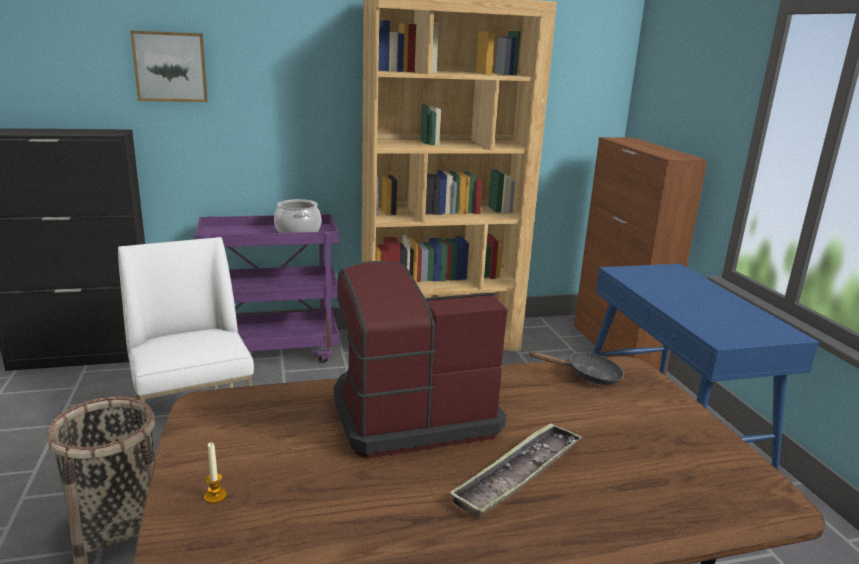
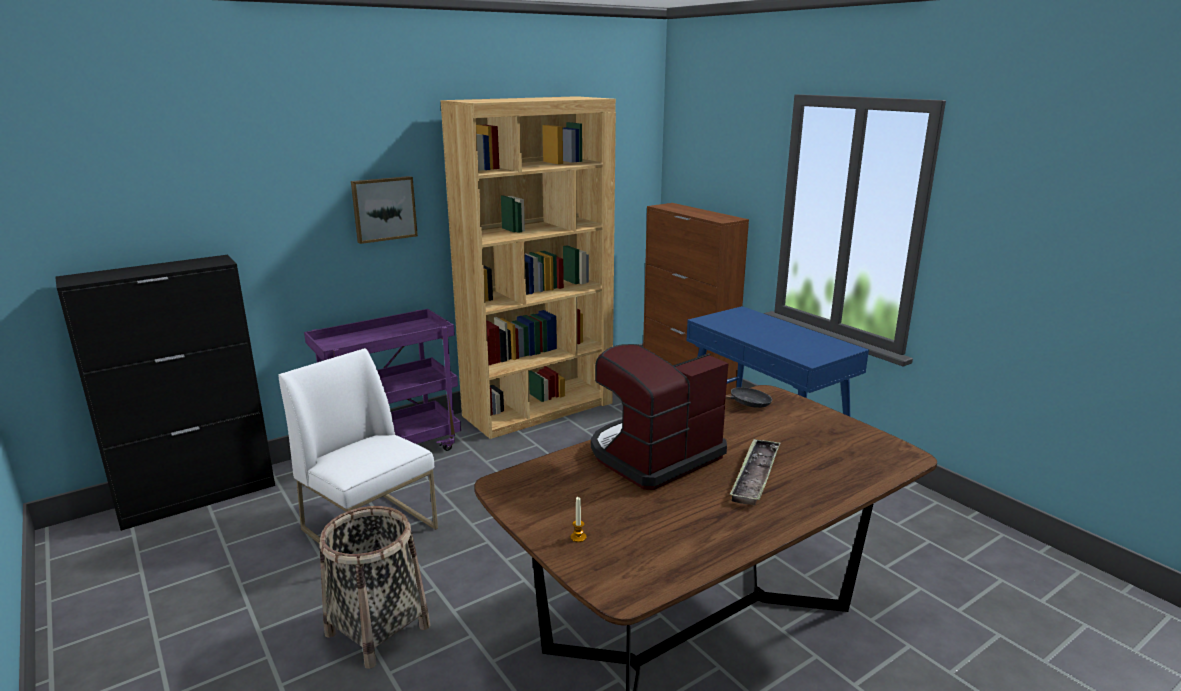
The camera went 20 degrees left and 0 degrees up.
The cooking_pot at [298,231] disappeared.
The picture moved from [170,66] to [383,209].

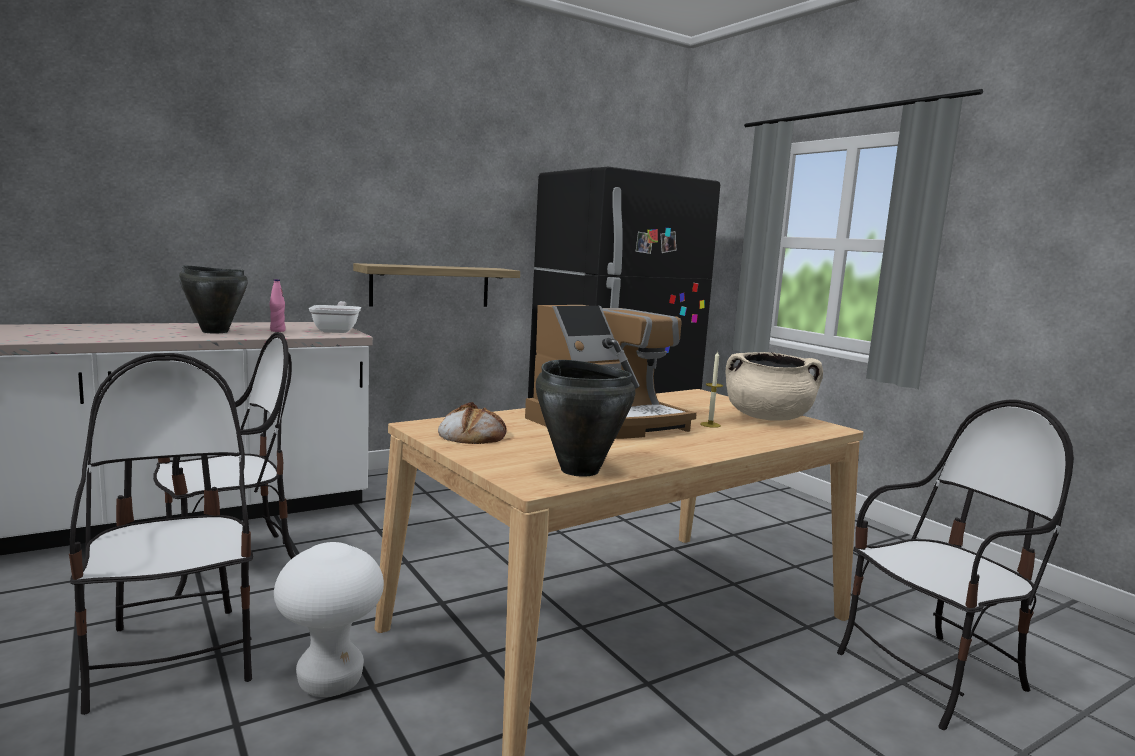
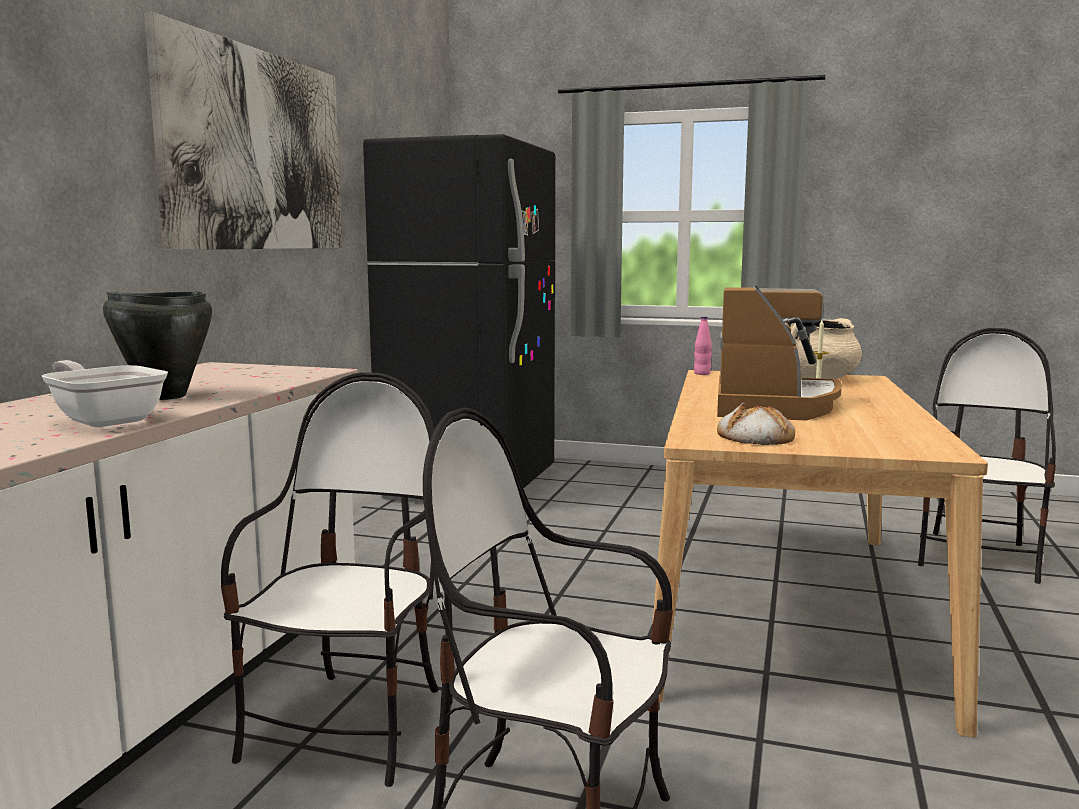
The camera went 40 degrees left and 0 degrees up.
The white_stool at [330,682] disappeared.
The shelf at [430,286] disappeared.
The black_cooking_pot at [579,470] disappeared.
The picture at [256,151] appeared.
The pink_bottle moved from [277,331] to [702,374].
The frying_pan moved from [337,330] to [105,420].

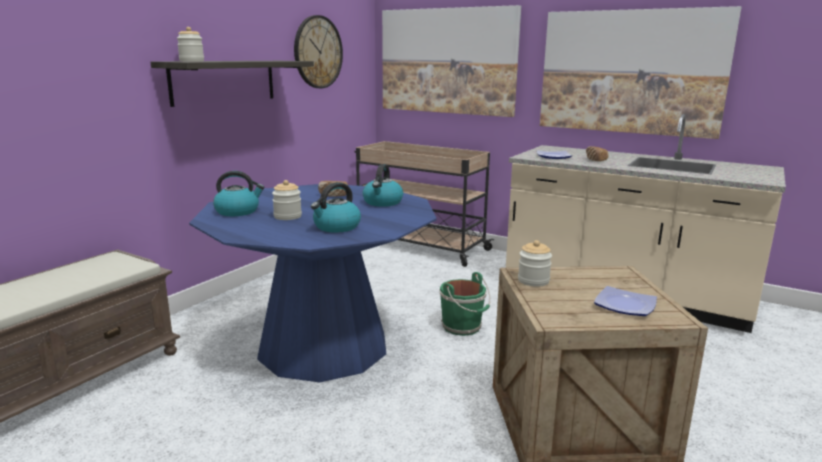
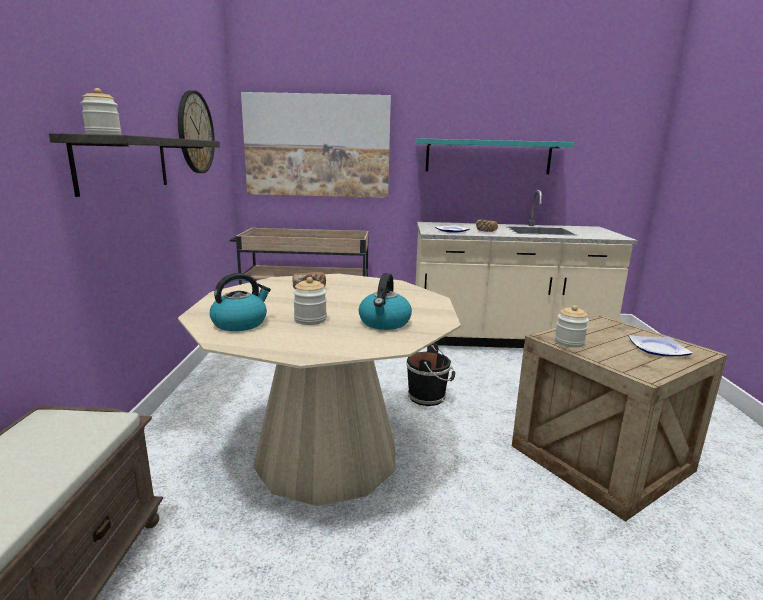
The camera went 30 degrees left and 0 degrees up.
The kettle at [382,202] disappeared.
The picture at [631,72] was replaced by the turquoise_shelf at [488,157].
The blue_dining_table at [323,346] became the beige_dining_table at [326,454].
The green_bucket at [463,327] became the black_bucket at [428,397].

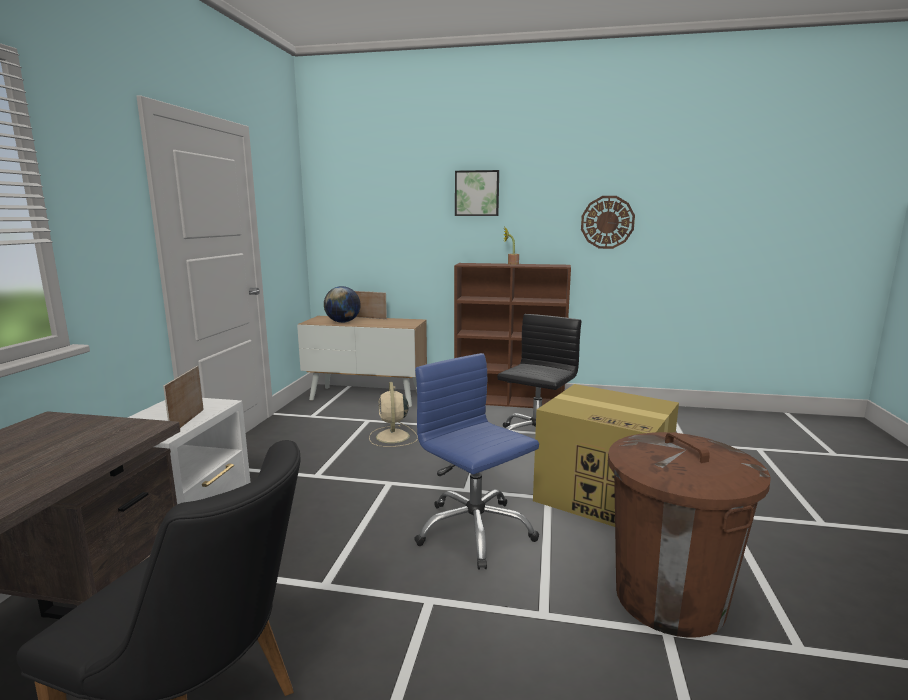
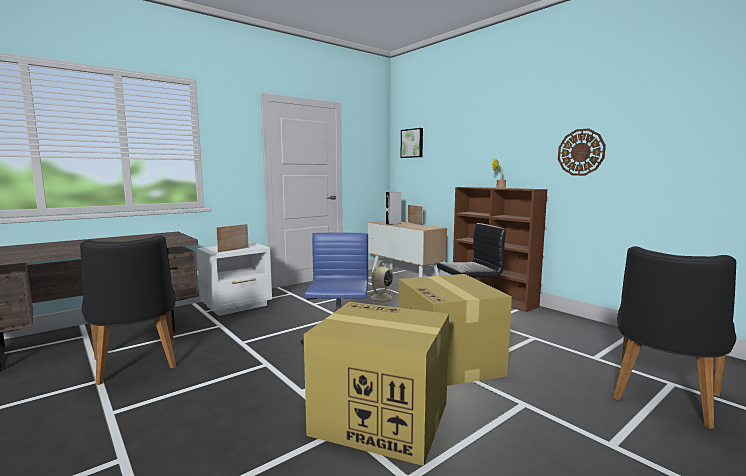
The camera went 40 degrees right and 5 degrees down.
The black_chair at [662,400] appeared.
The picture moved from [477,193] to [412,143].
The globe at [343,322] was replaced by the grey_speaker at [393,224].
The brown_trash_can at [669,598] was replaced by the cardboard_box at [379,418].

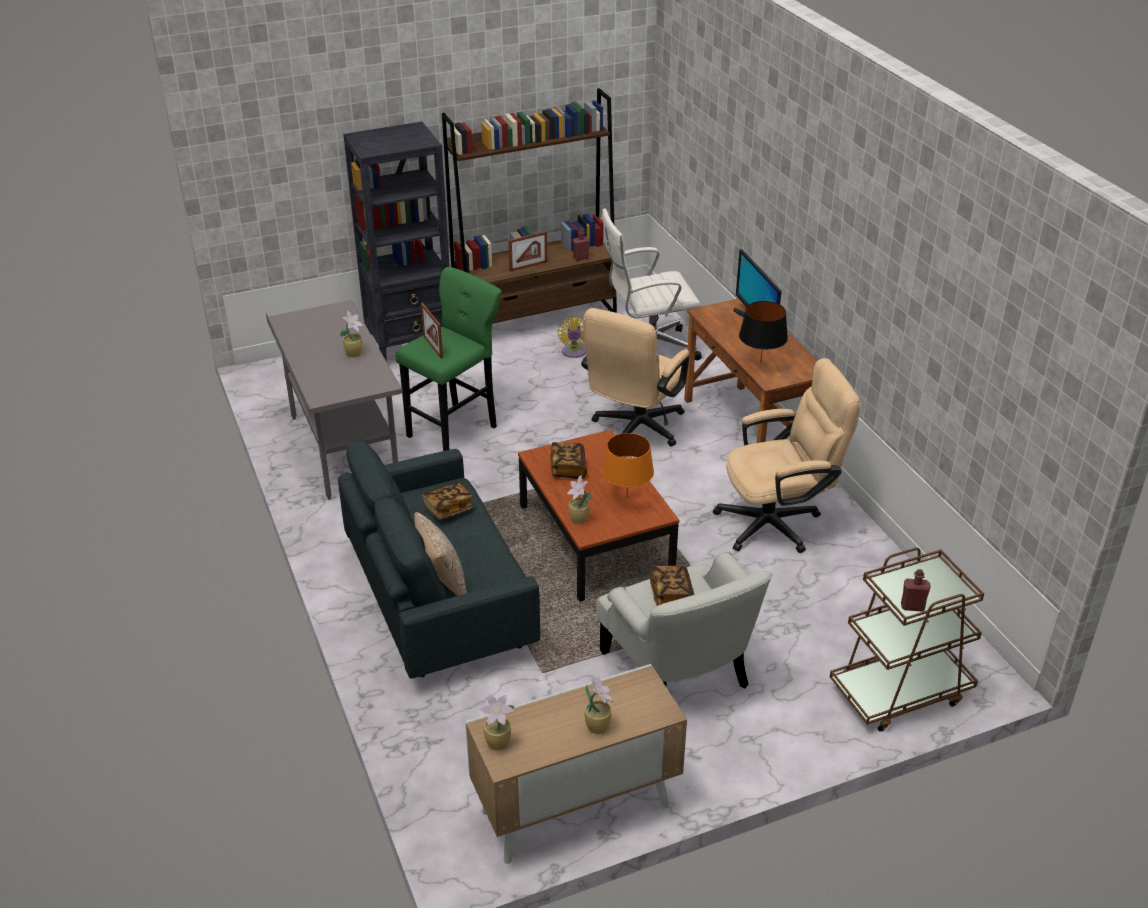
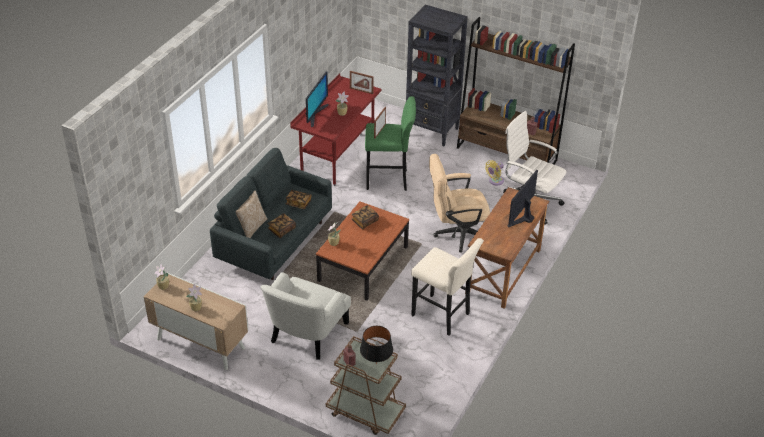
The camera went 50 degrees right and 5 degrees up.
The orange_table_lamp at [626,498] disappeared.
The monitor at [315,114] appeared.
The picture_frame moved from [528,266] to [361,91].
The book moved from [671,595] to [282,230].
The black_table_lamp moved from [760,363] to [376,363].
The beige_office_chair at [778,522] was replaced by the beige_stool at [443,316].
The grey_desk at [343,449] became the red_desk at [337,157].

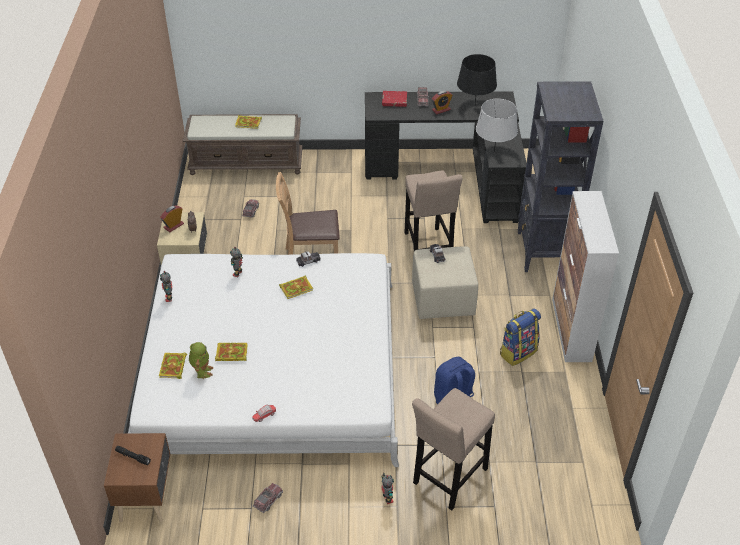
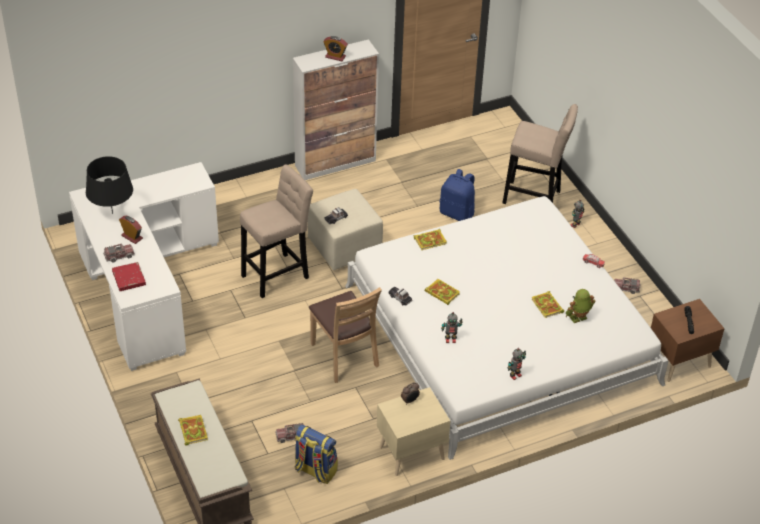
The camera went 115 degrees left and 0 degrees up.
The grey_table_lamp at [494,152] disappeared.
The black_bookcase at [543,252] disappeared.
The book moved from [173,367] to [430,240].
The alarm_clock moved from [173,226] to [335,57].
The backpack moved from [518,352] to [315,470].
The black_desk at [452,174] became the white_desk at [143,286].

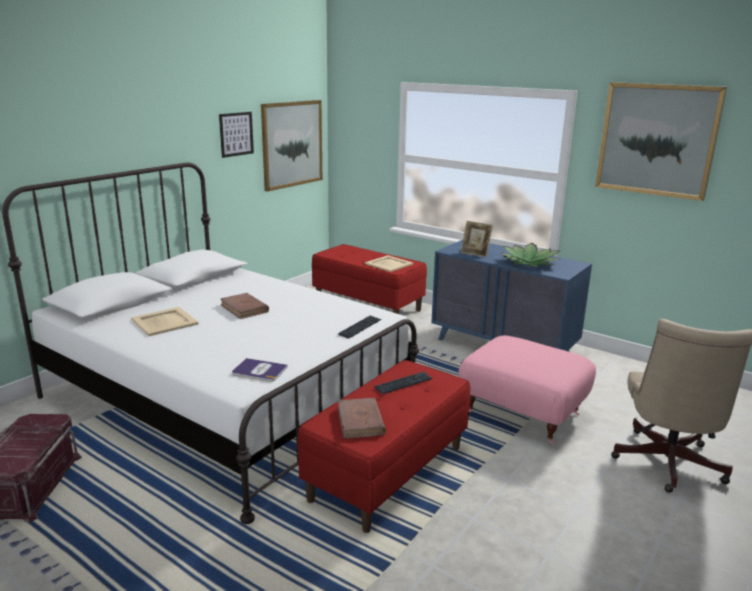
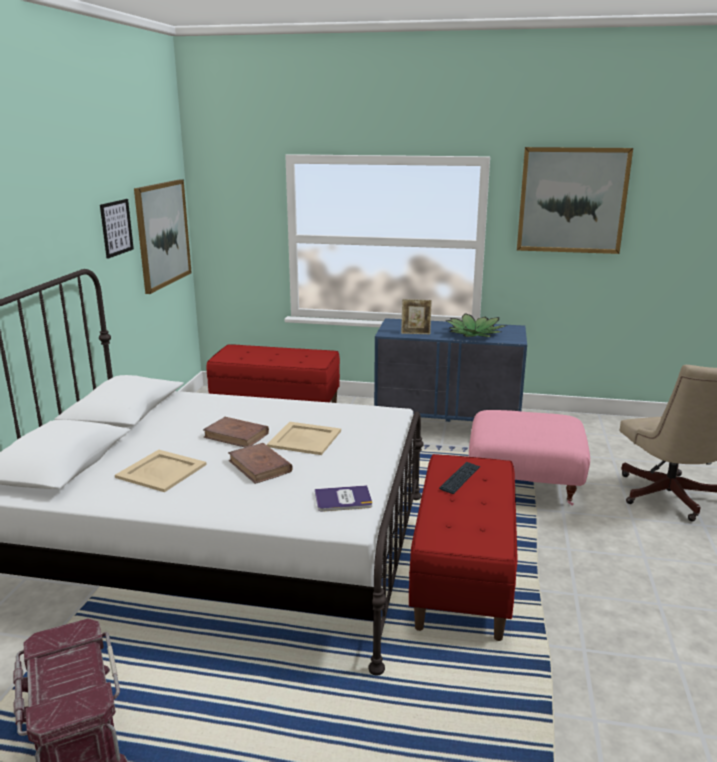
The camera went 25 degrees left and 0 degrees up.
The keyboard at [360,327] disappeared.
The brown_book moved from [360,421] to [260,466].
The beige_tray moved from [389,264] to [305,438].

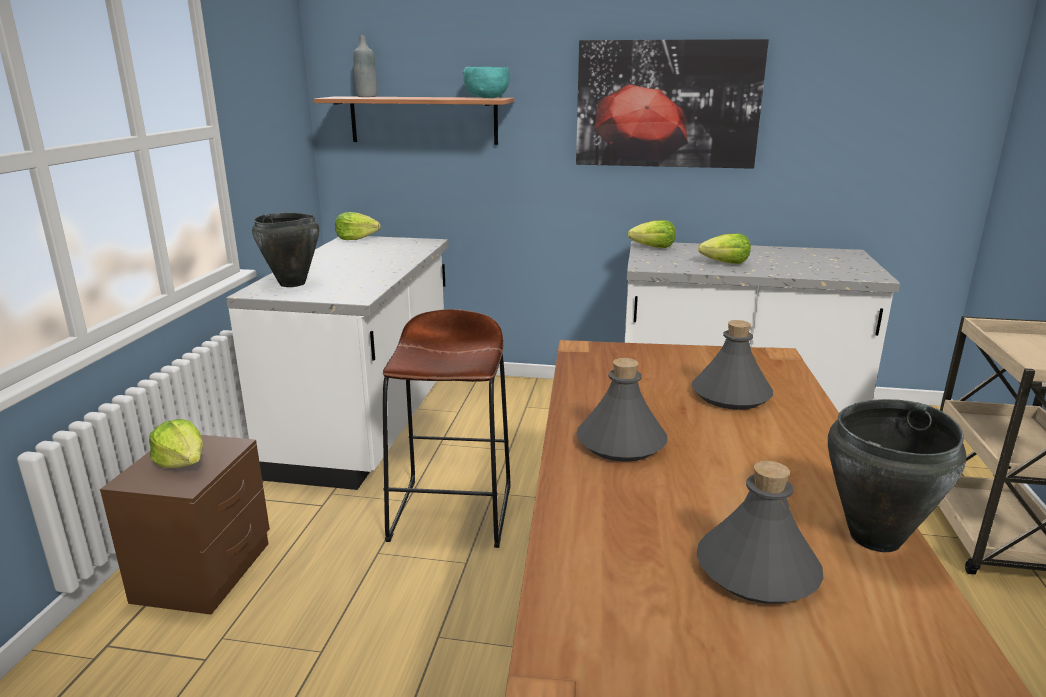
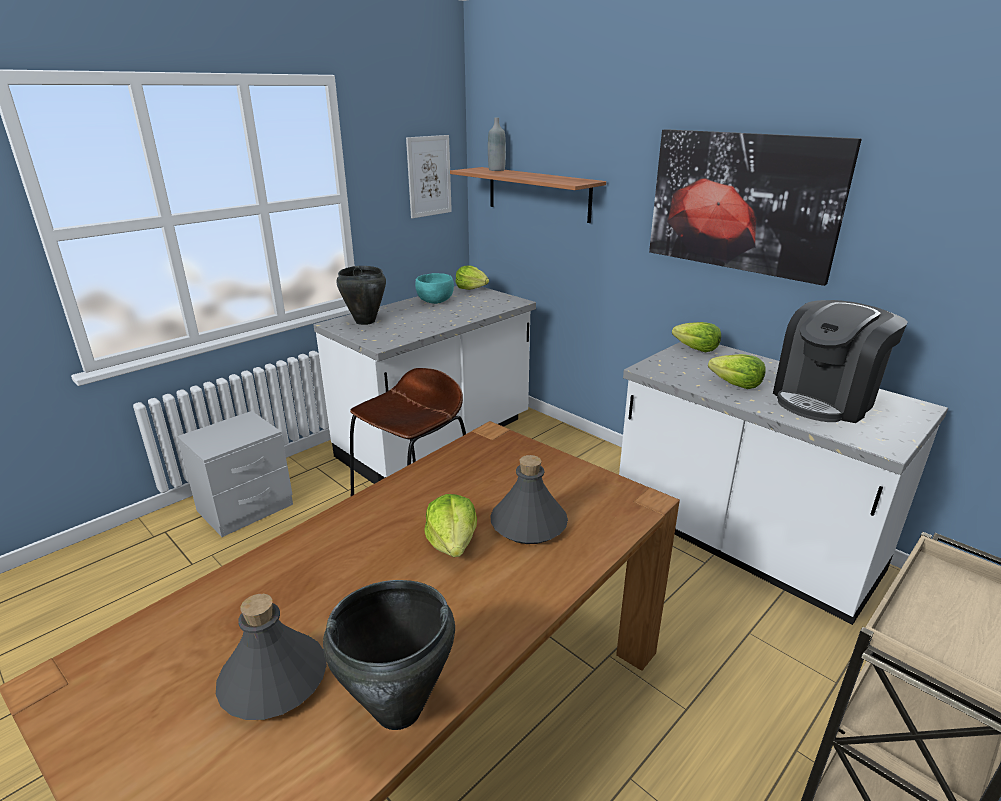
The camera went 35 degrees right and 5 degrees up.
The grey_bottle at [621,443] disappeared.
The picture at [429,176] appeared.
The coffee_machine at [825,400] appeared.
The lettuce moved from [182,462] to [452,542].
The turquoise_bowl moved from [486,98] to [435,301].
The brown_nightstand at [203,572] became the grey_nightstand at [245,508].

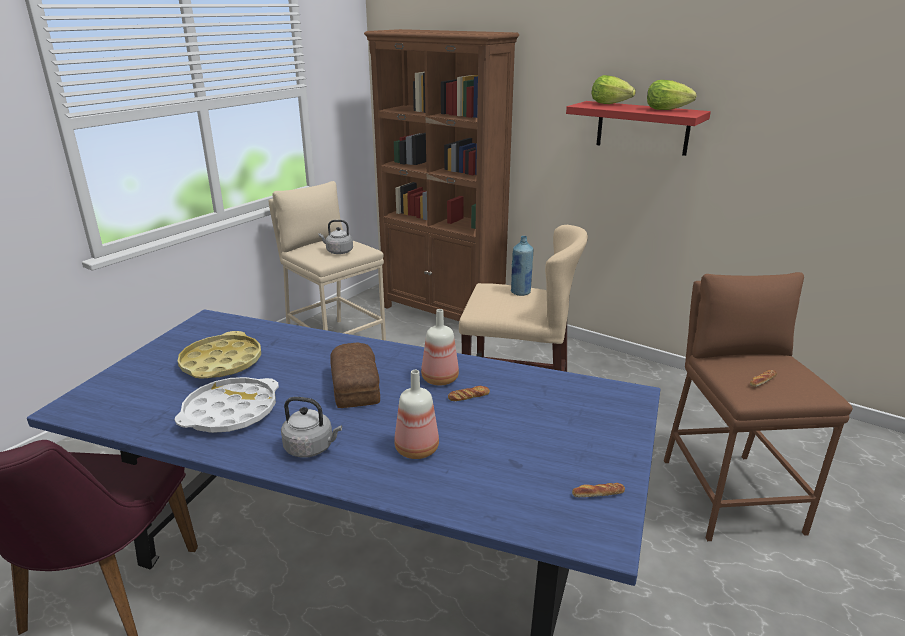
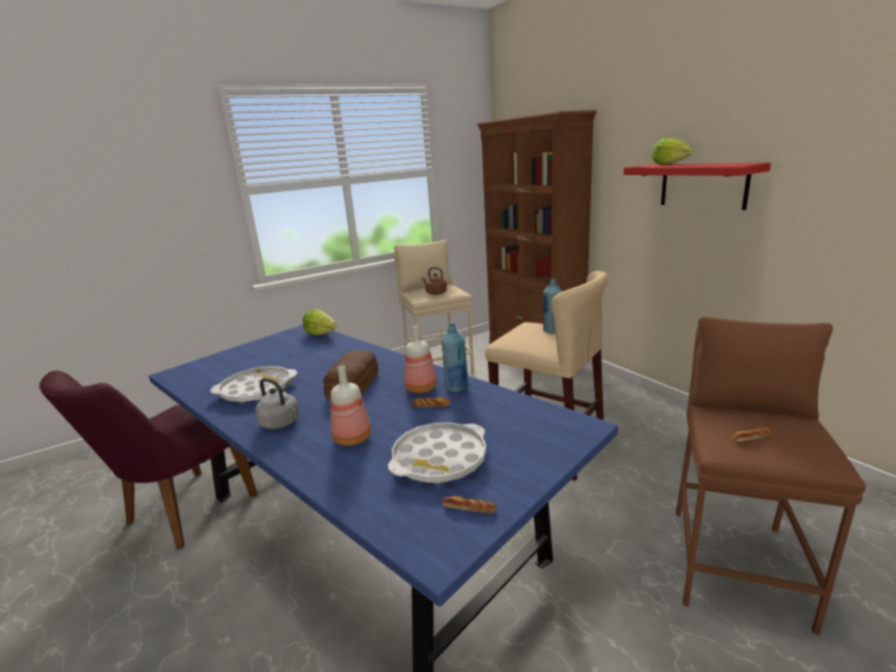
The camera went 25 degrees right and 5 degrees down.
The yellow_tray at [221,363] disappeared.
The white_tray at [439,459] appeared.
The blue_bottle at [456,388] appeared.
The lettuce moved from [666,109] to [321,334].
The grey_kettle at [338,252] became the brown_kettle at [435,293].

